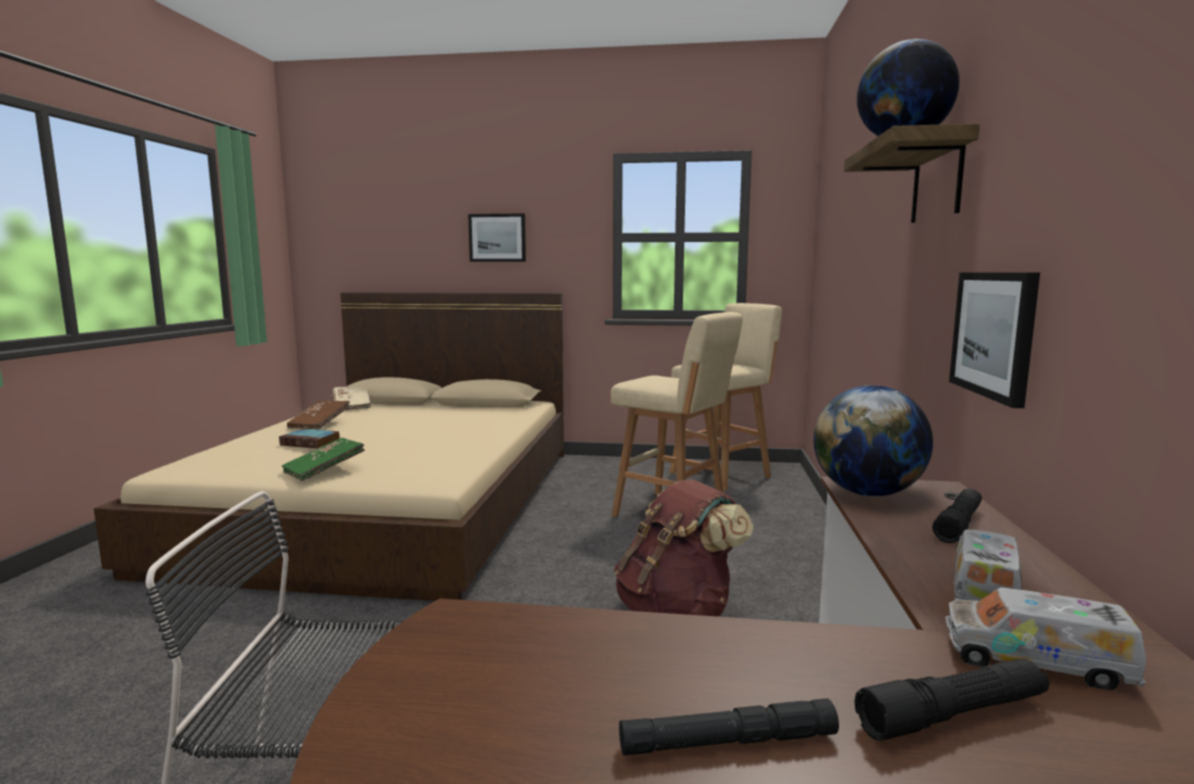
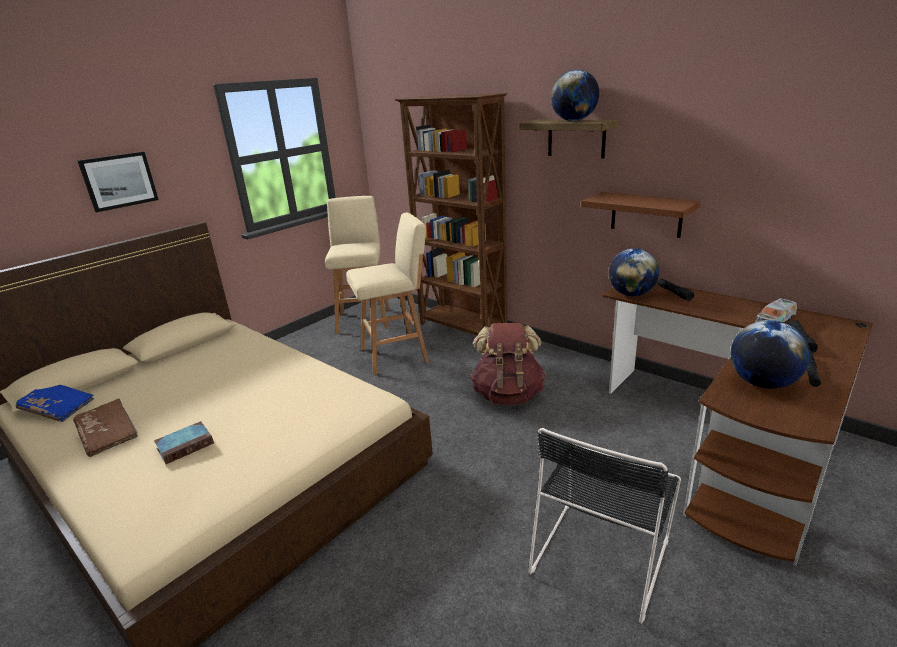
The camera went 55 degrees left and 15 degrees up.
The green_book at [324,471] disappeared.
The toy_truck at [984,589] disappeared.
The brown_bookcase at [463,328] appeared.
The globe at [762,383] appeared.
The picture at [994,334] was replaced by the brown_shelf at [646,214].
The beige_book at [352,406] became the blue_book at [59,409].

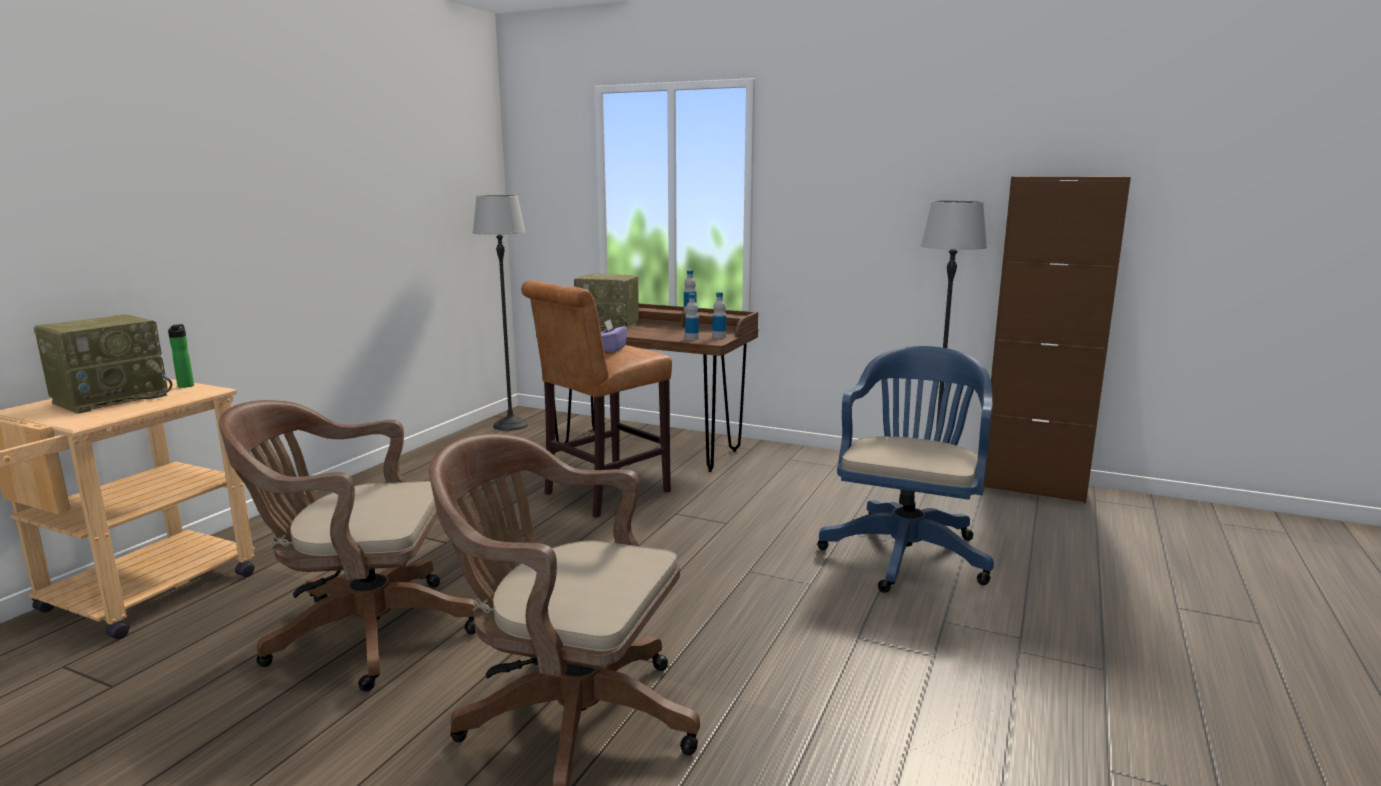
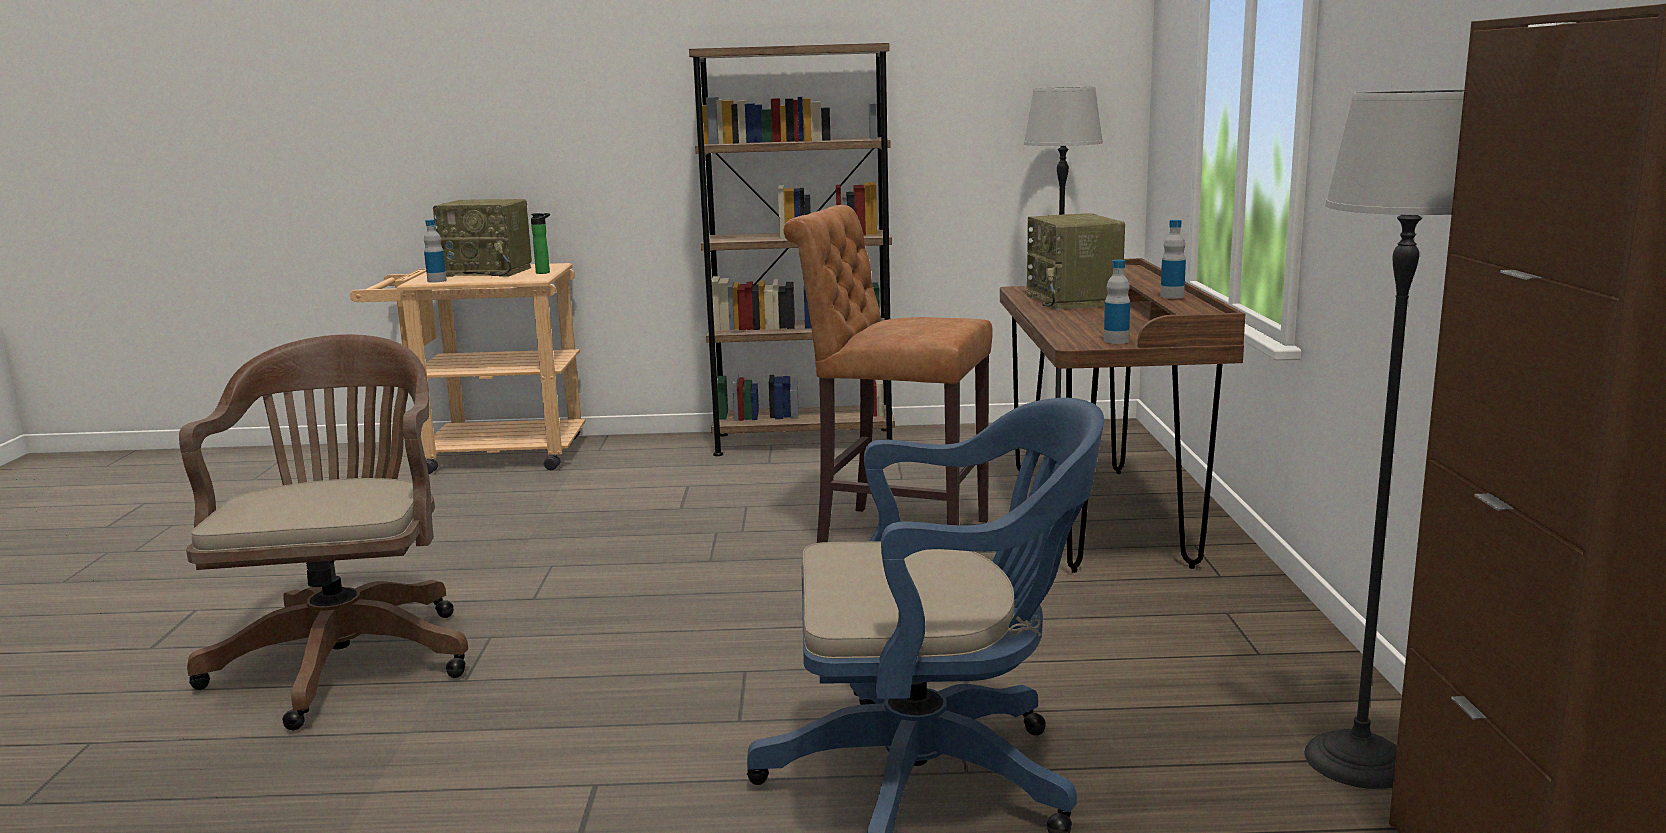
The camera went 65 degrees right and 0 degrees up.
The brown_office_chair at [362,633] disappeared.
The purple_tissue_box at [611,349] disappeared.
The brown_bookcase at [804,442] appeared.
The bottle moved from [691,339] to [437,281].

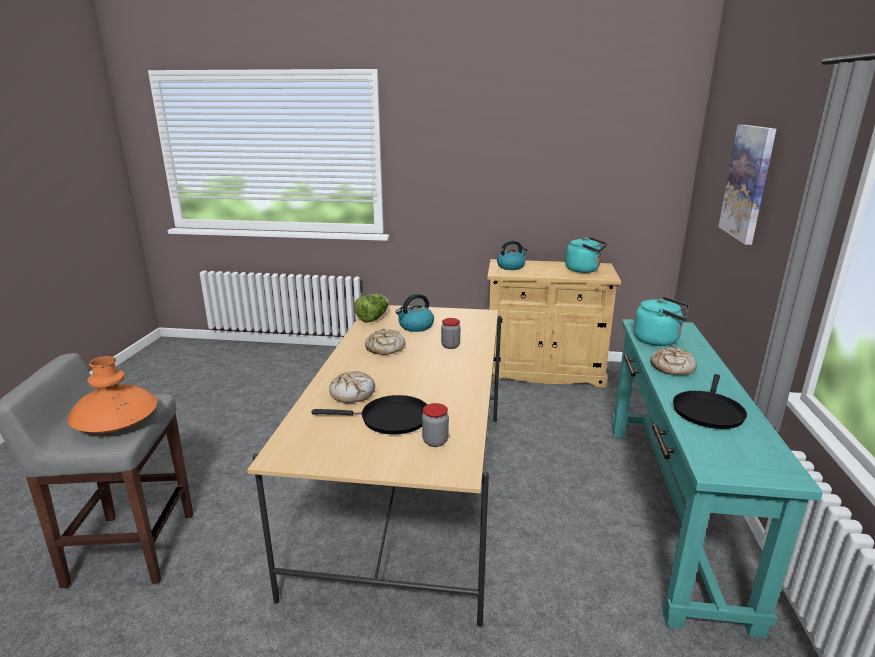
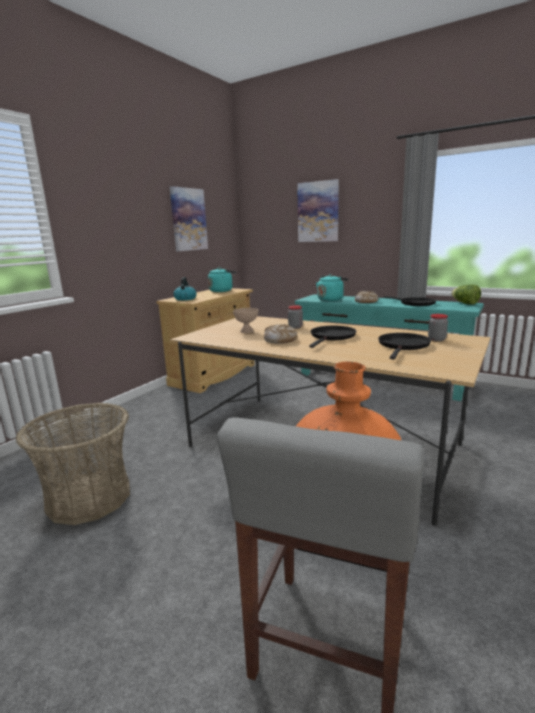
The camera went 65 degrees left and 5 degrees down.
The bread at [353,393] disappeared.
The basket at [89,497] appeared.
The picture at [188,219] appeared.
The black_frying_pan at [332,337] appeared.
The lettuce moved from [373,318] to [465,303].
The kettle at [415,326] was replaced by the beige_bowl at [247,331].

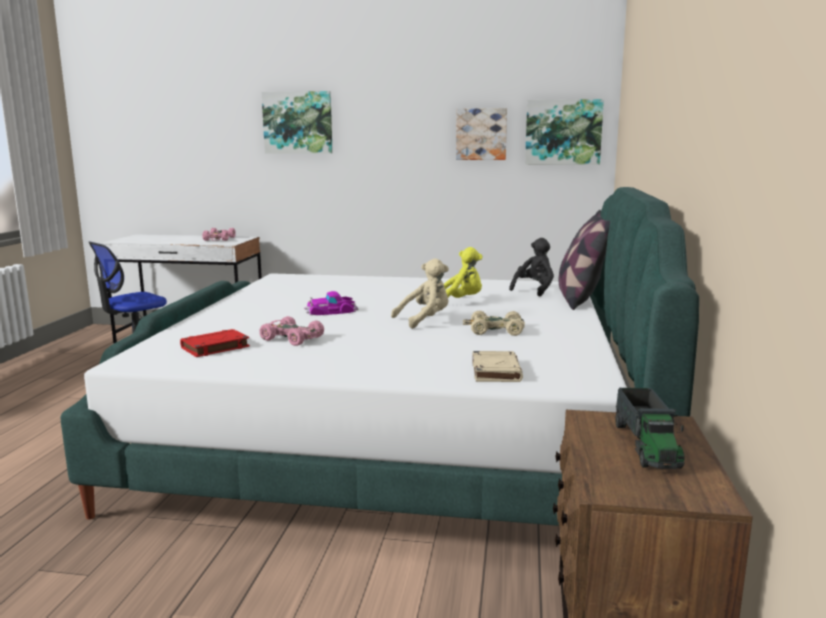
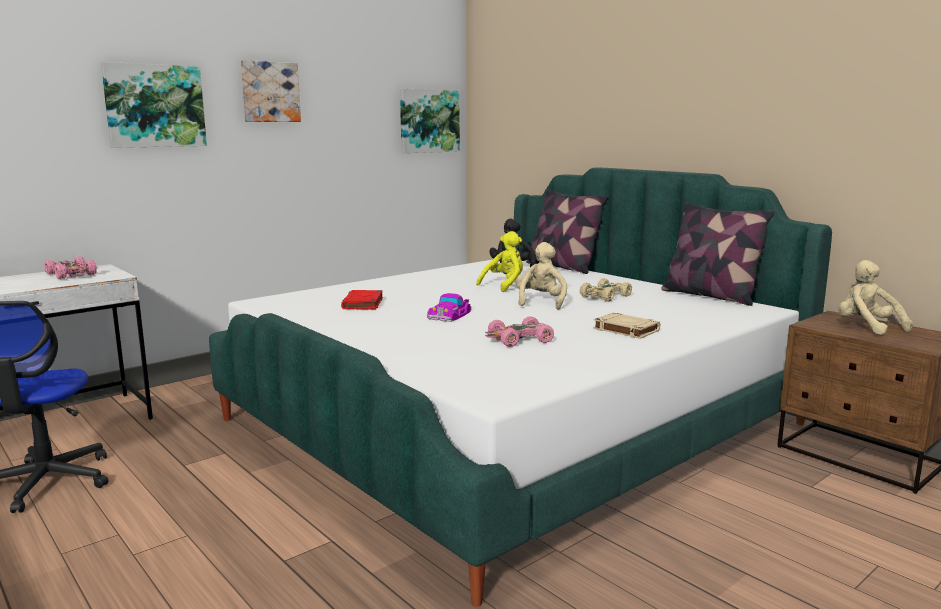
The camera went 50 degrees left and 0 degrees up.
The pillow at [710,295] appeared.
The red_book moved from [214,347] to [363,304].
The picture moved from [481,134] to [270,92].
The beige_book moved from [495,371] to [625,329].
The toy_truck at [646,446] was replaced by the beige_plush_toy at [867,327].

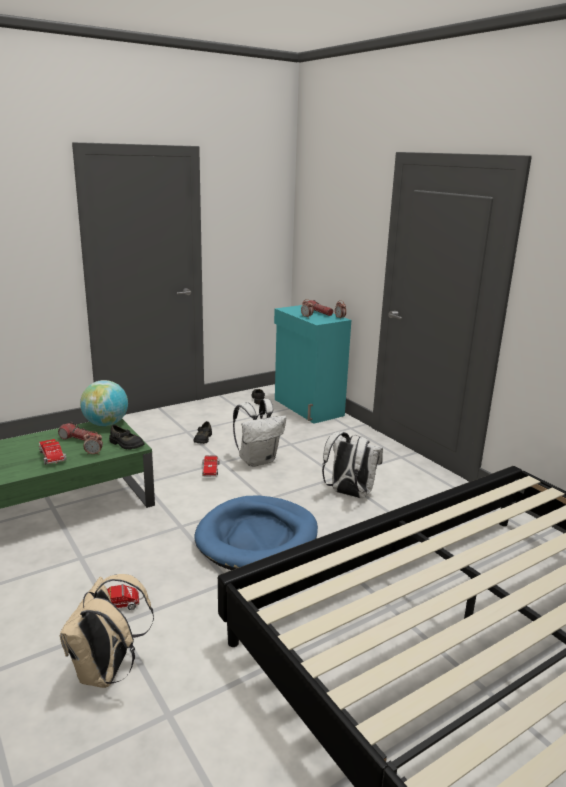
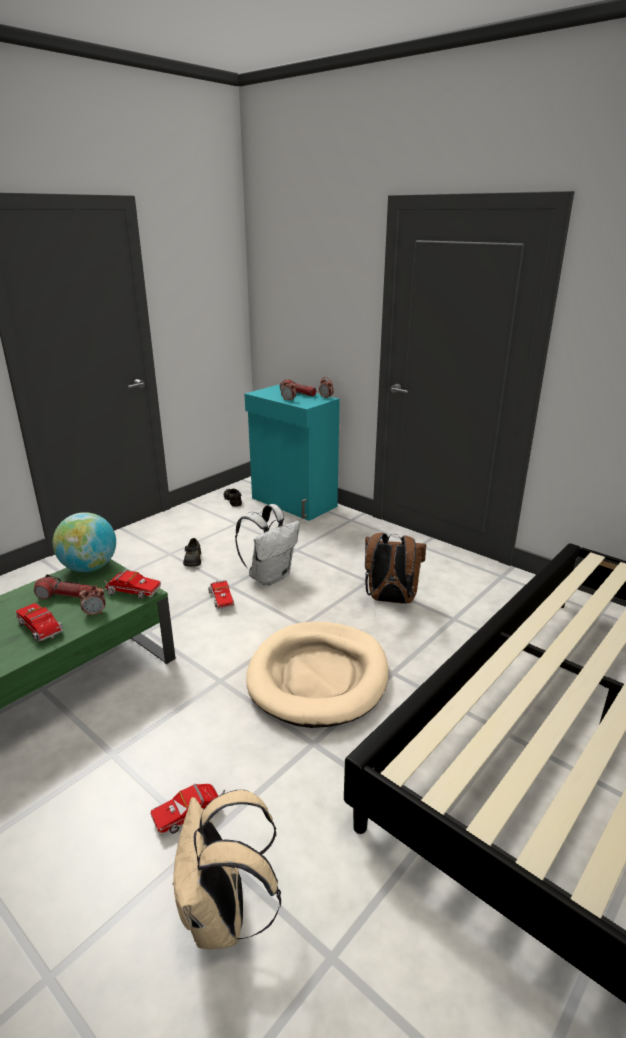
The camera went 15 degrees left and 5 degrees up.
The black_shoe at [126,444] was replaced by the toy_truck at [131,592].
The blue_dog_bed at [257,538] became the beige_dog_bed at [318,677].
The white_backpack at [349,494] became the brown_backpack at [390,600].

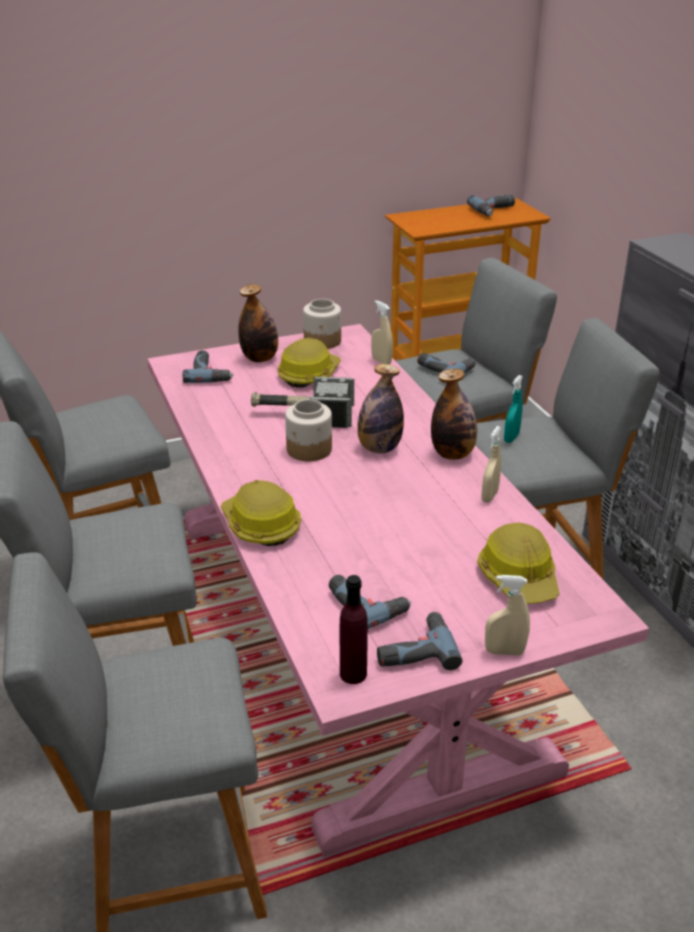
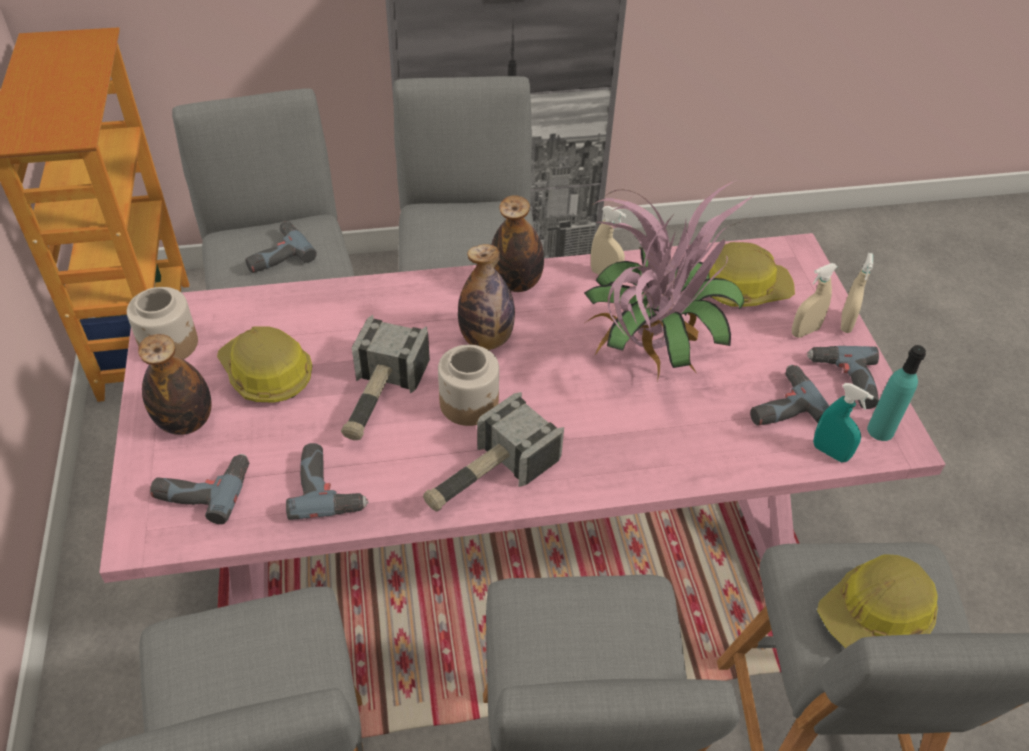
The camera went 80 degrees left and 15 degrees up.
The hammer at [487,476] appeared.
The potted_plant at [650,355] appeared.
The hard_hat moved from [260,525] to [876,613].
The beige_spray_bottle moved from [381,361] to [805,331].
The power_drill moved from [495,211] to [329,486].
The turquoise_spray_bottle moved from [511,438] to [830,452].
The purple_bottle at [353,674] became the turquoise_bottle at [880,430].

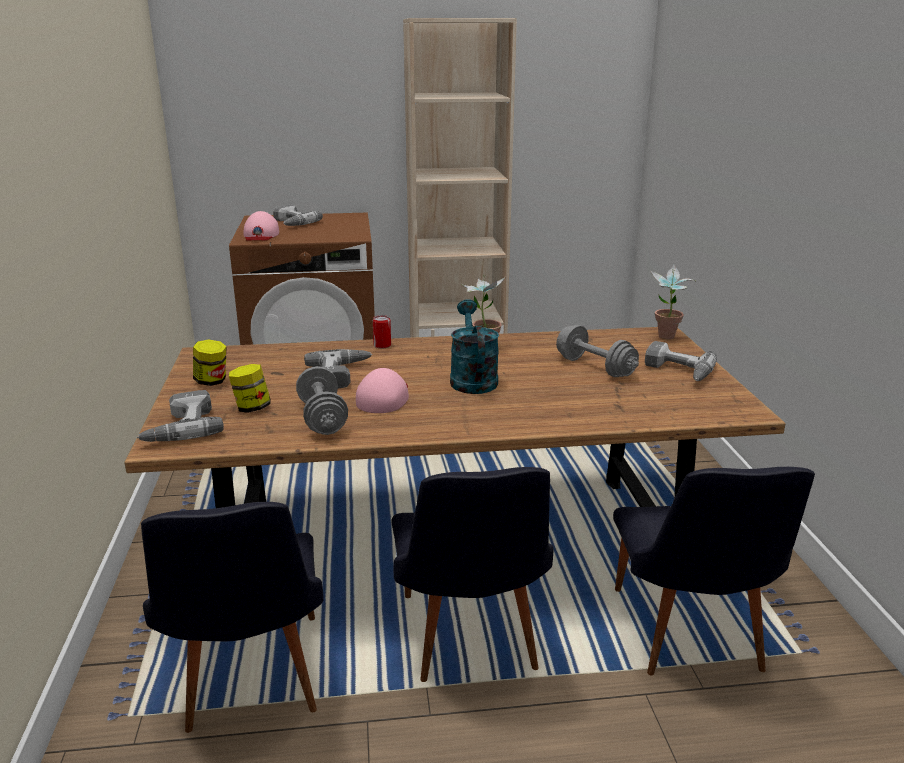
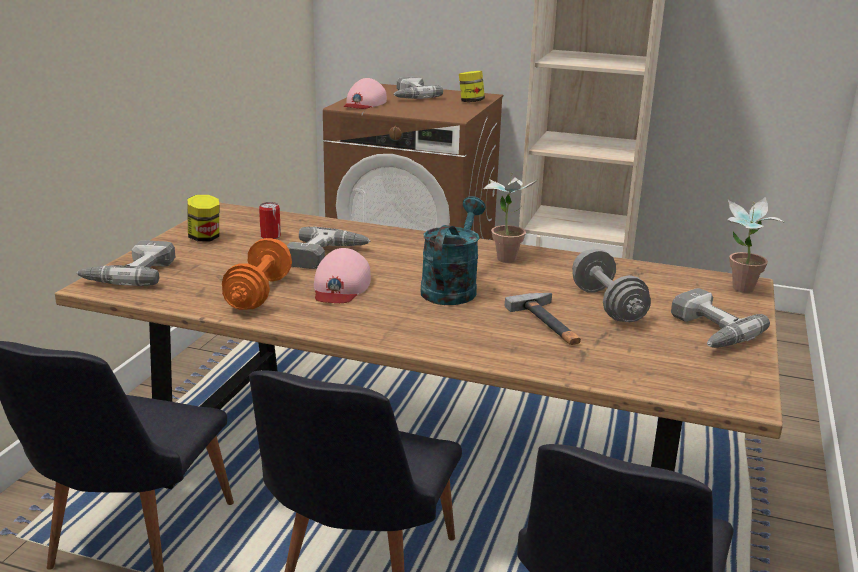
The camera went 25 degrees right and 0 degrees up.
The hammer at [550,323] appeared.
The jar moved from [252,408] to [471,102].
The can moved from [382,345] to [270,236].
The grey_dumbbell at [322,418] became the orange_dumbbell at [259,293].
The pink_cap at [384,397] turned 150 degrees clockwise.

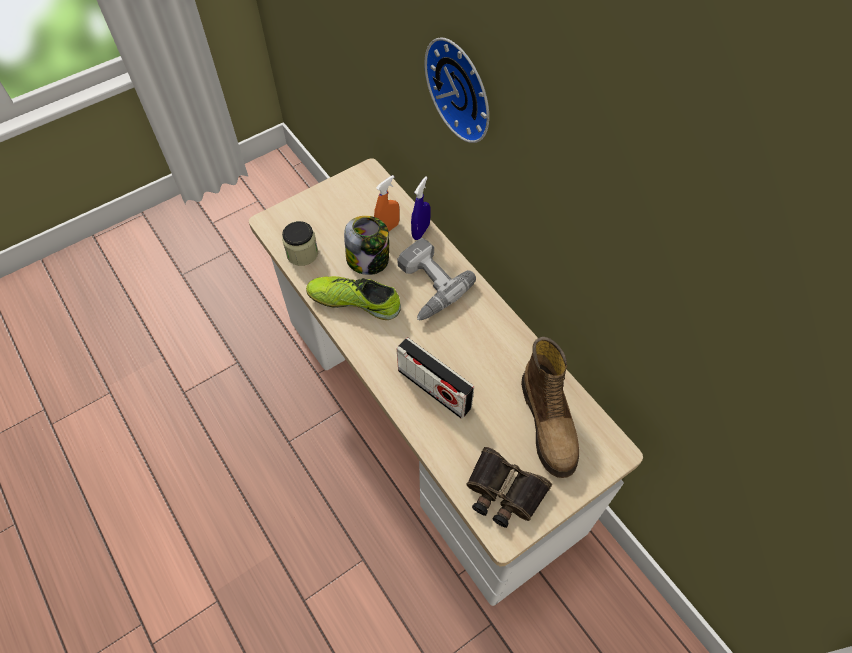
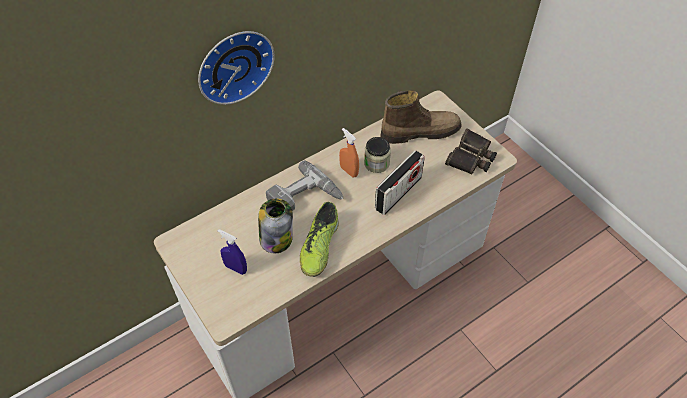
The camera went 90 degrees left and 5 degrees down.
The jar moved from [302,253] to [376,163].
The orange_spray_bottle moved from [387,228] to [349,171].
The blue_spray_bottle moved from [421,231] to [236,268].

